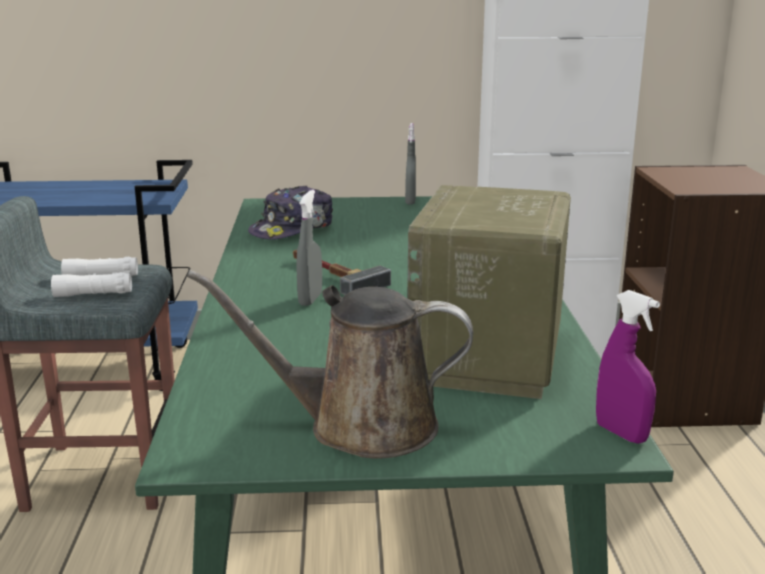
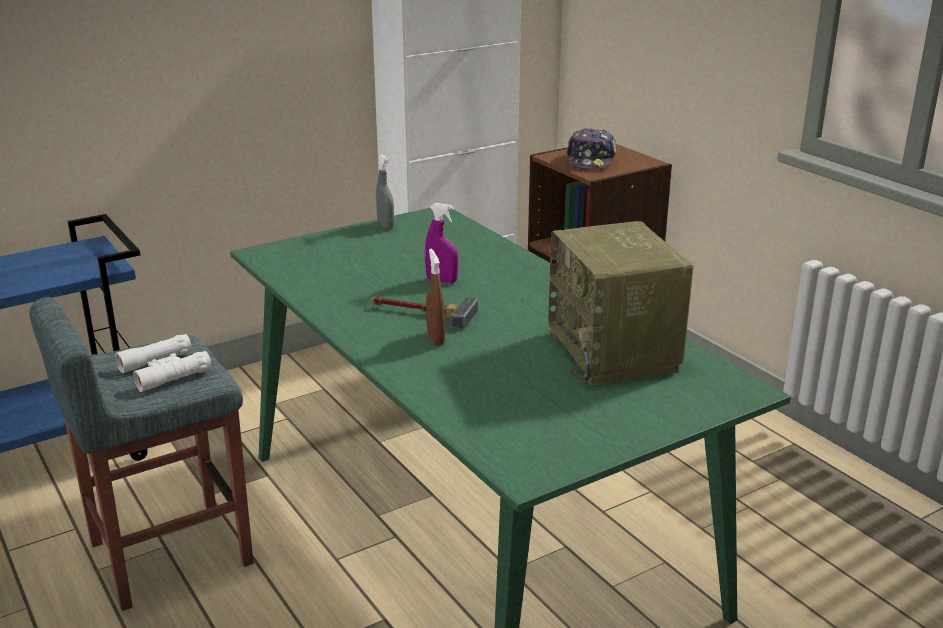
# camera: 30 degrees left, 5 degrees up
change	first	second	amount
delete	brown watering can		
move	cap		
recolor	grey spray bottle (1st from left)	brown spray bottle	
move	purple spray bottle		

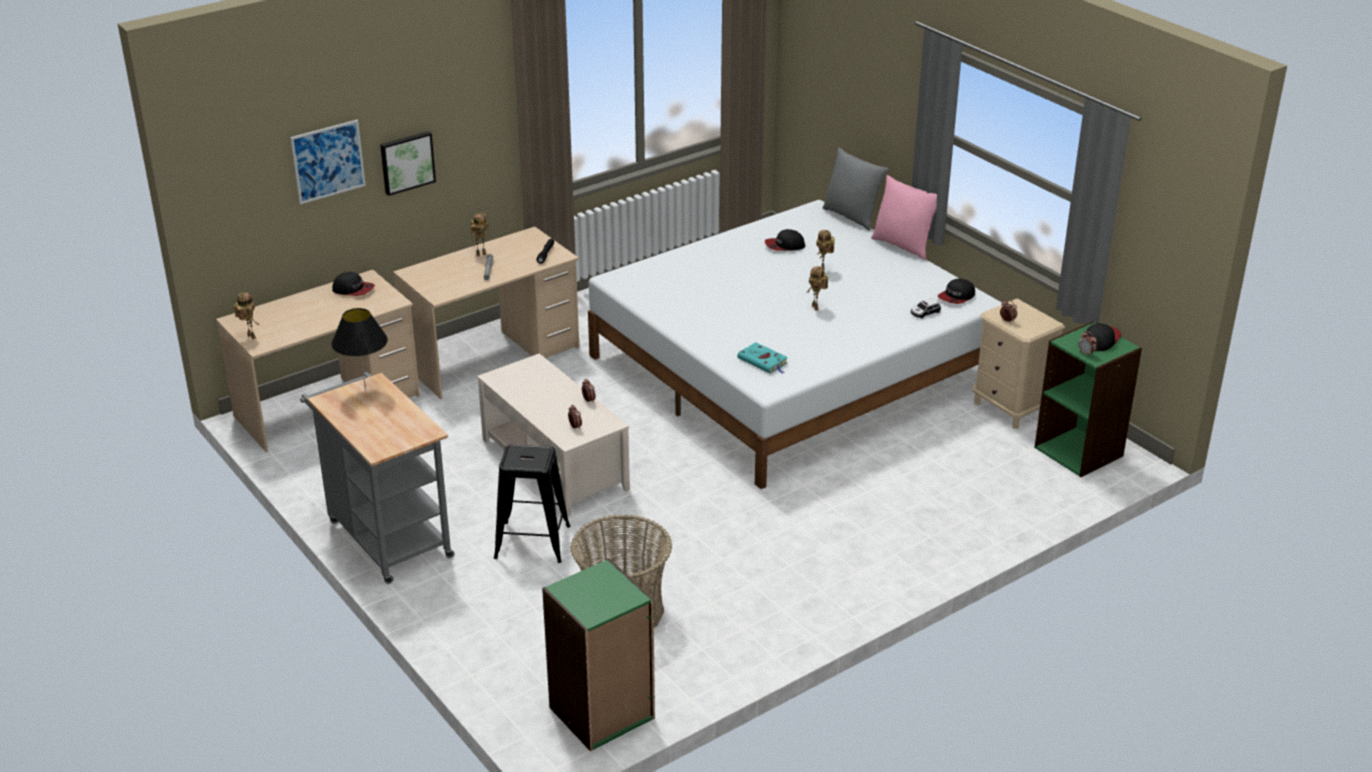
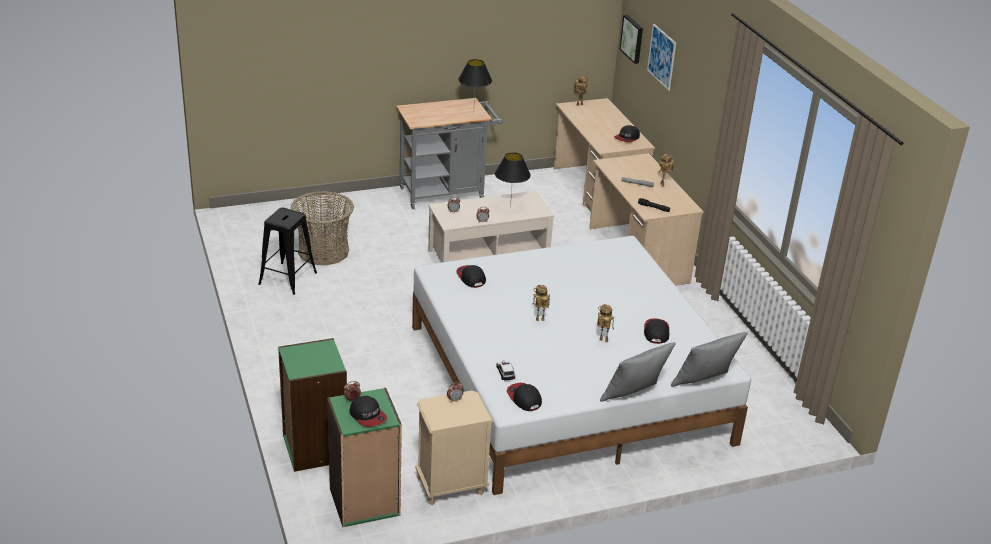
# camera: 105 degrees right, 0 degrees up
change	first	second	amount
move	picture (2nd from left in the first image)	picture (1st from left)	
move	black stool		
move	green bookcase (1st from left)		
replace	turquoise book	cap (2nd from left)	
recolor	pink pillow	grey pillow (1st from left)	
insert		black table lamp (2nd from left)	

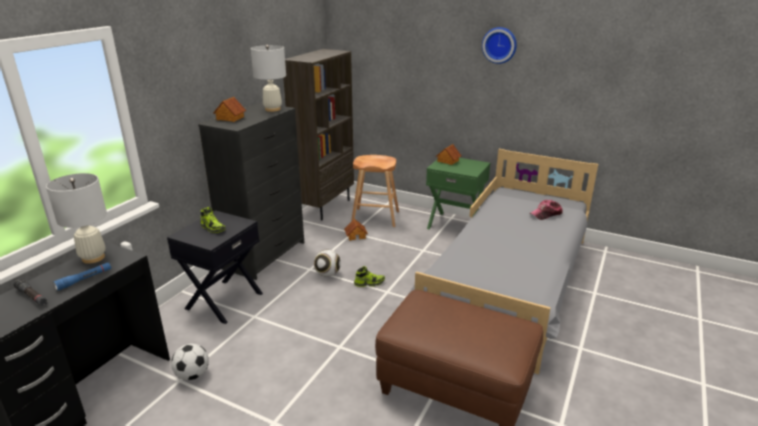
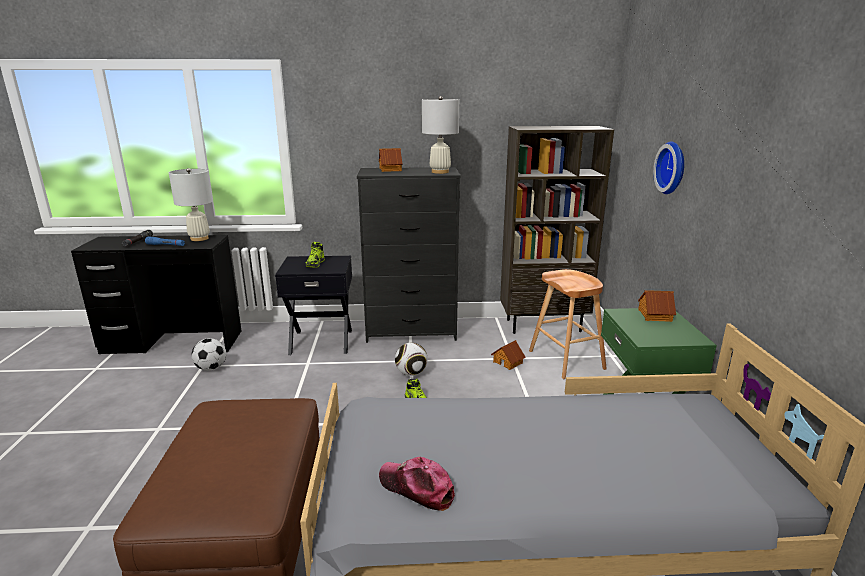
# camera: 60 degrees right, 5 degrees down
change	first	second	amount
move	wall clock		
move	cap		

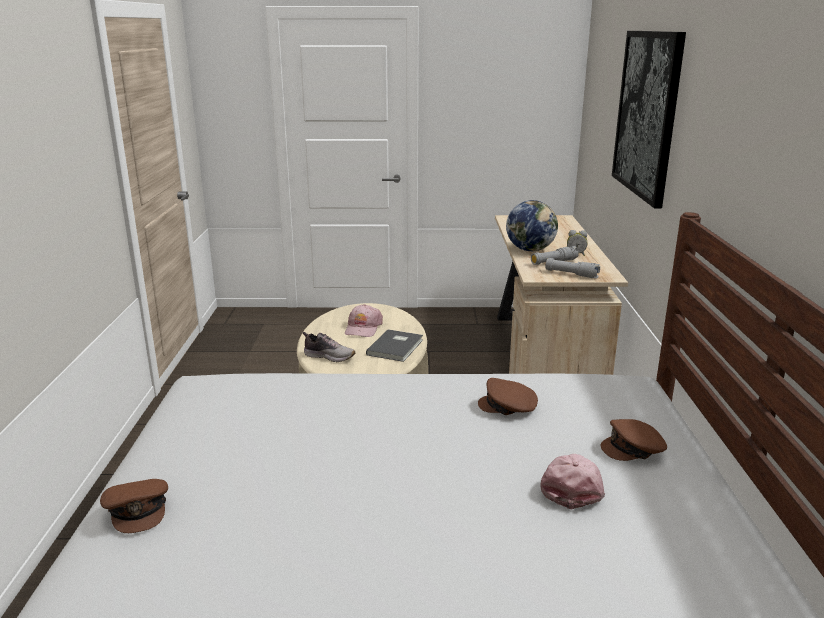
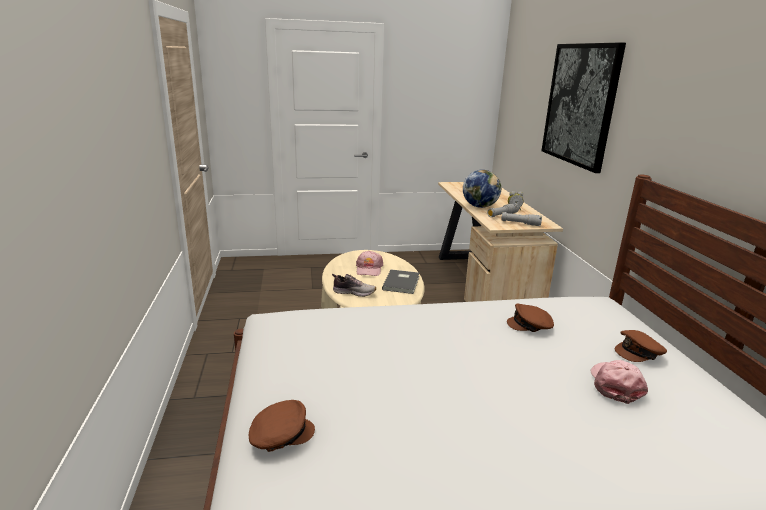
# camera: 10 degrees left, 0 degrees up
change	first	second	amount
rotate	brown cap (1st from left)		75 degrees counterclockwise

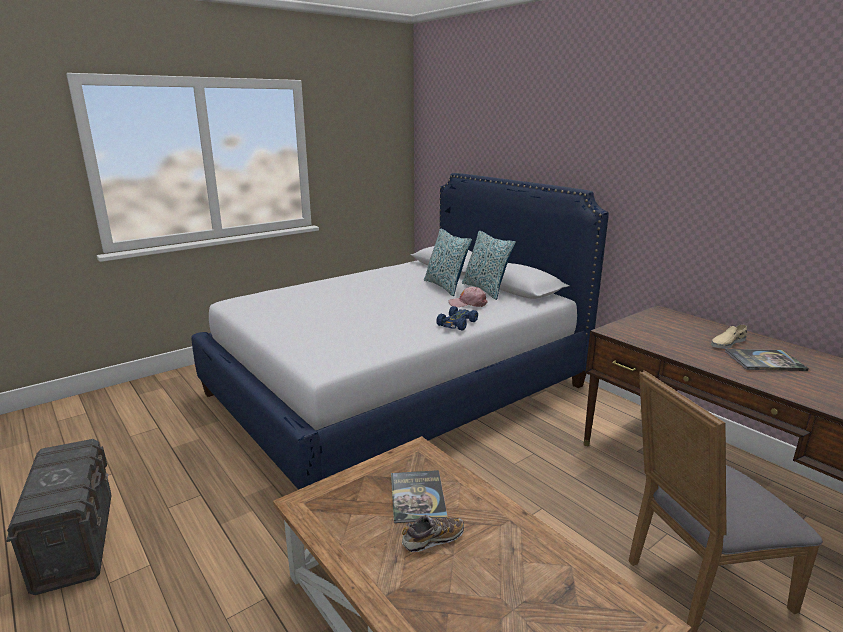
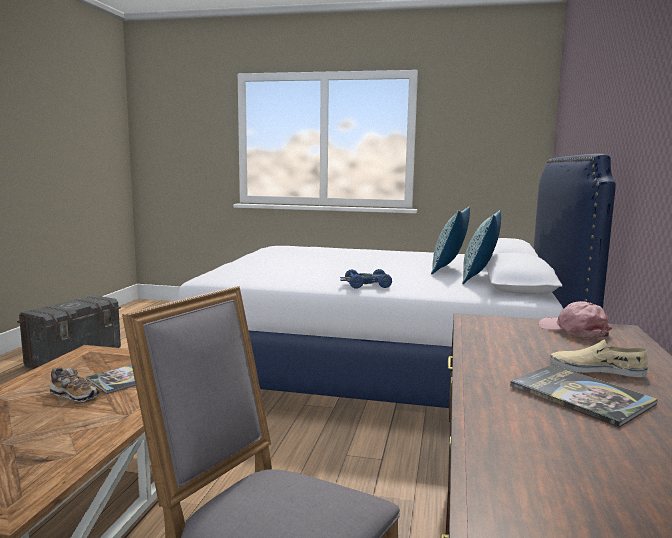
# camera: 50 degrees right, 10 degrees down
change	first	second	amount
move	pink cap		

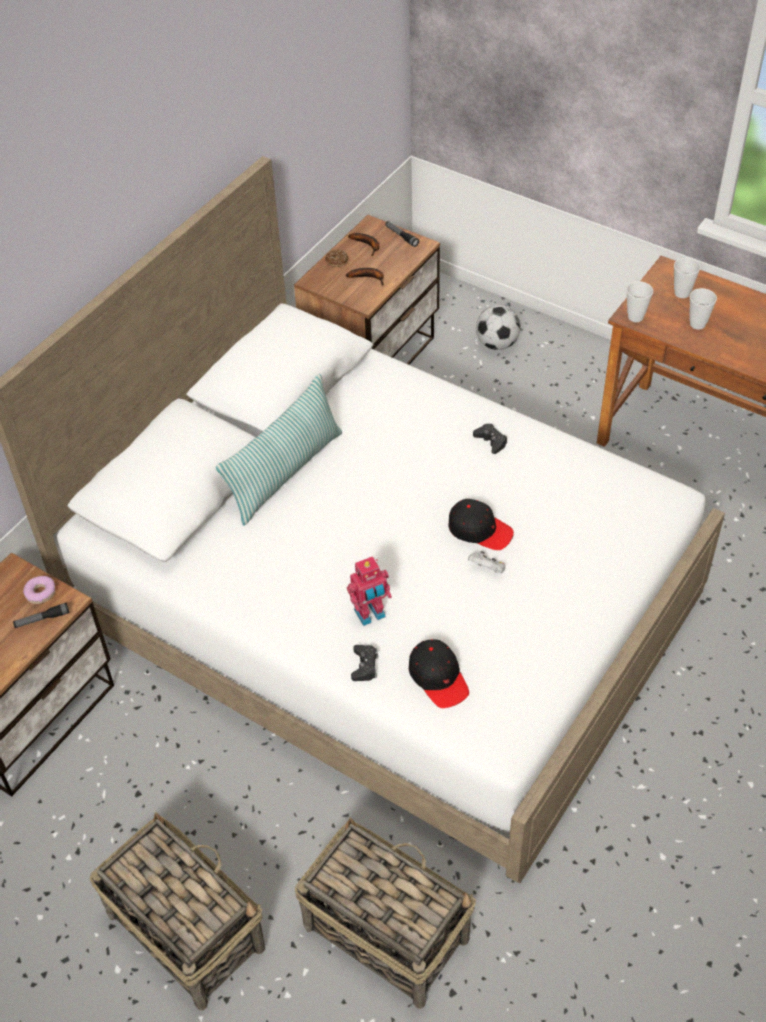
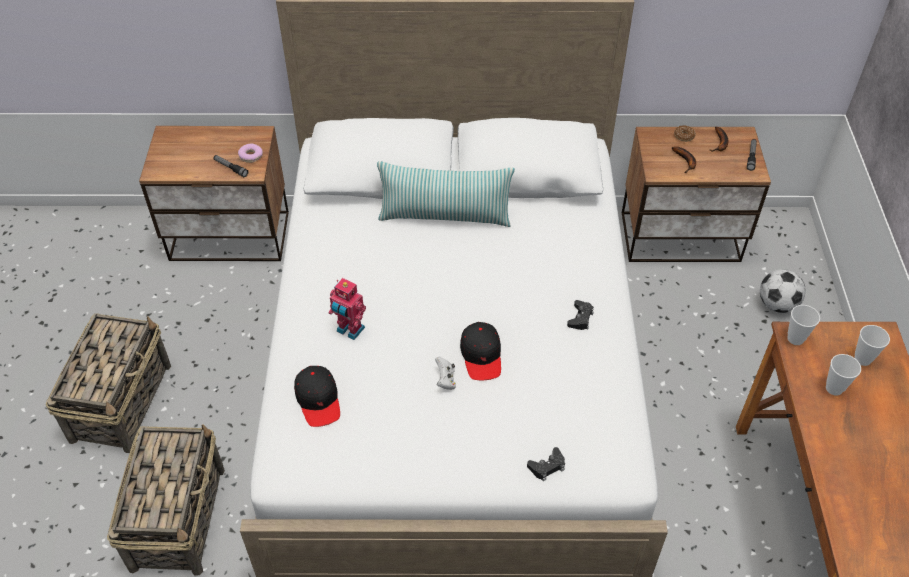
# camera: 55 degrees right, 0 degrees up
change	first	second	amount
move	black game controller (1st from left)		
rotate	black cap (1st from left)		45 degrees counterclockwise

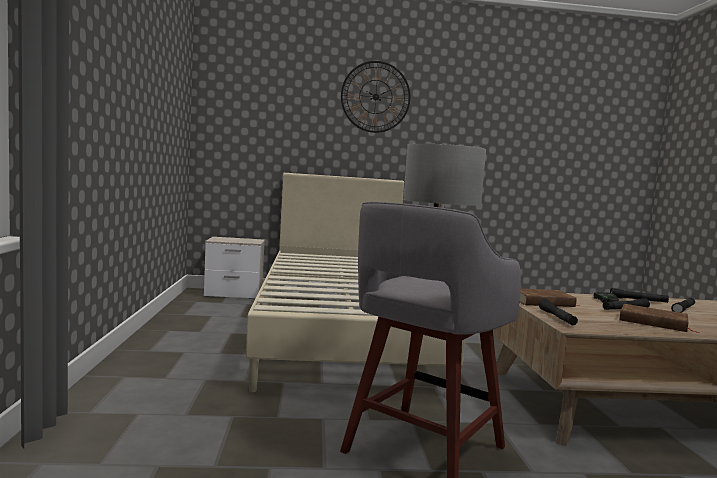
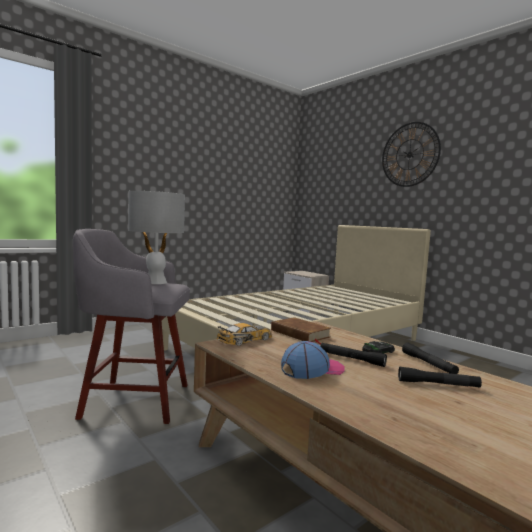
# camera: 55 degrees right, 0 degrees up
change	first	second	amount
replace	black flashlight (1st from left)	toy car (1st from left)	
replace	brown book (2nd from left)	cap	

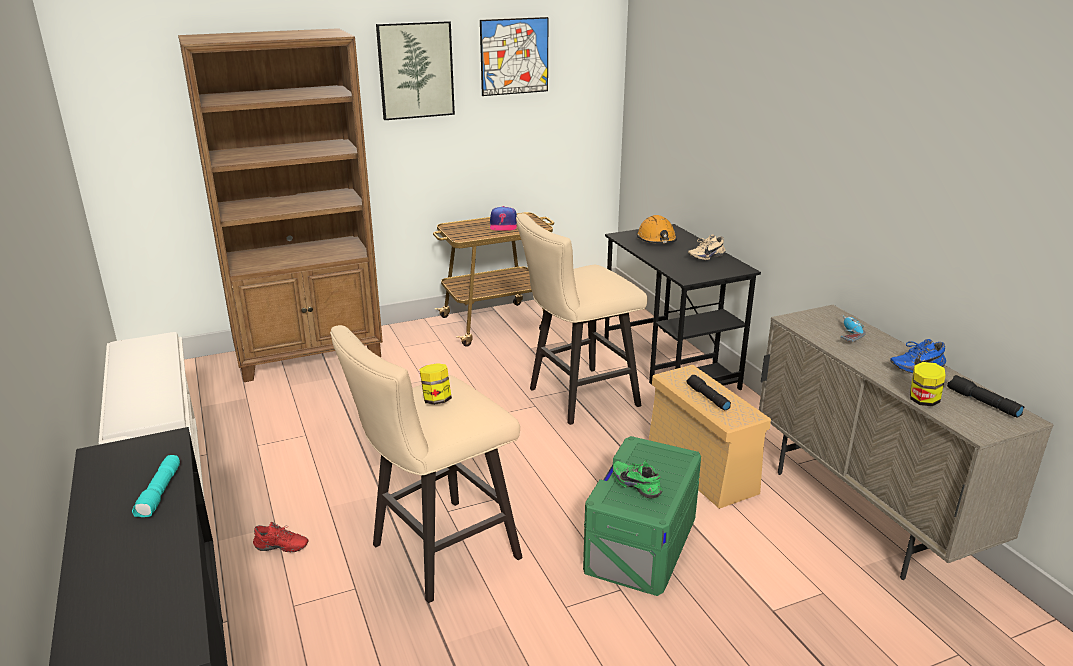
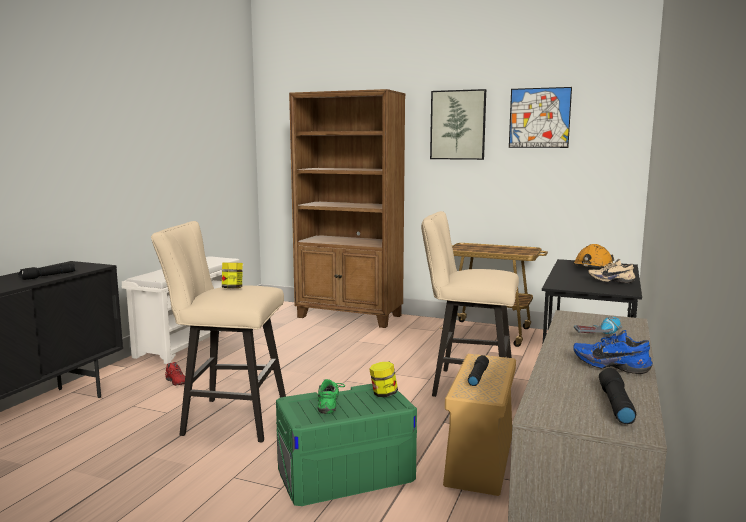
# camera: 45 degrees right, 15 degrees down
change	first	second	amount
recolor	turquoise flashlight	black flashlight (1st from left)	
delete	cap		
move	jar (2nd from left)		

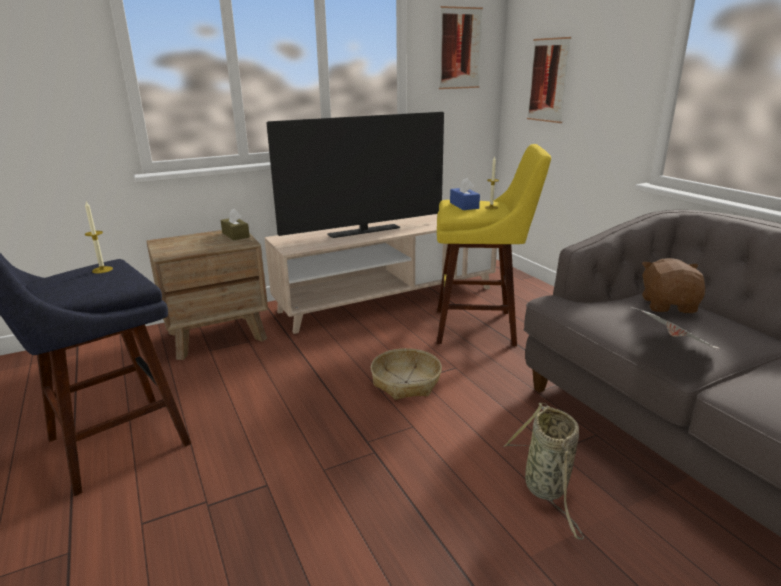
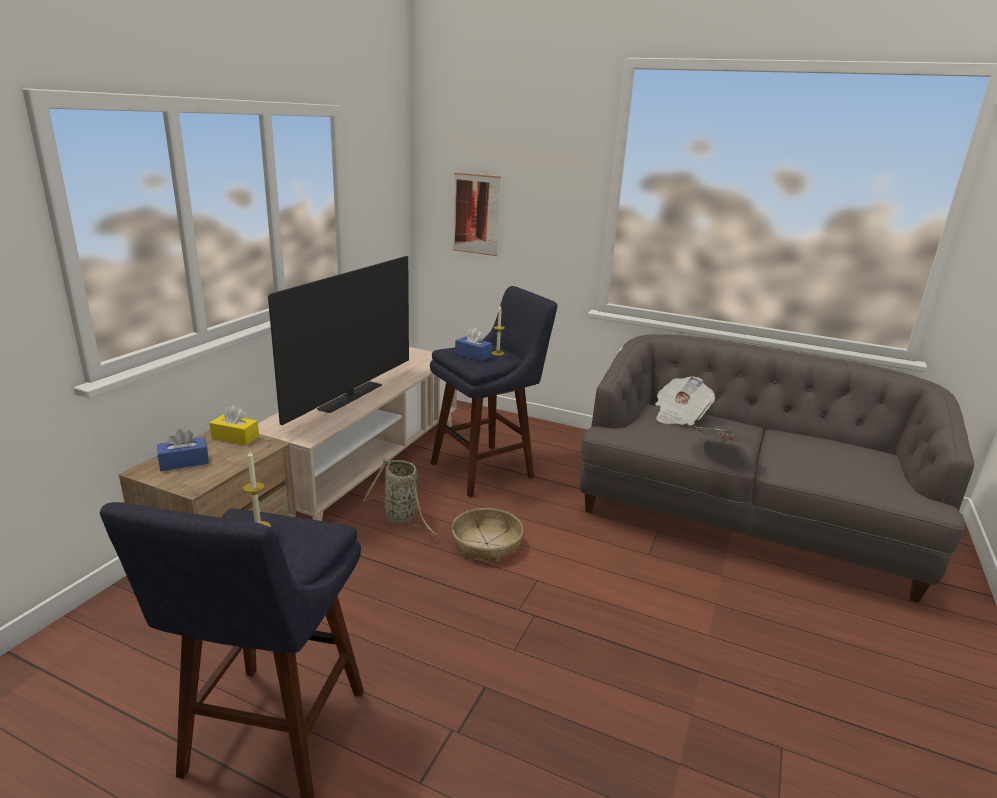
# camera: 40 degrees left, 0 degrees up
change	first	second	amount
recolor	brown tissue box	yellow tissue box	
recolor	yellow stool	blue stool (2nd from left)	
delete	picture (1st from left)		
move	basket (2nd from left in the first image)	basket (1st from left)	
replace	brown plush toy	newspaper (1st from left)	
insert		blue tissue box (1st from left)	

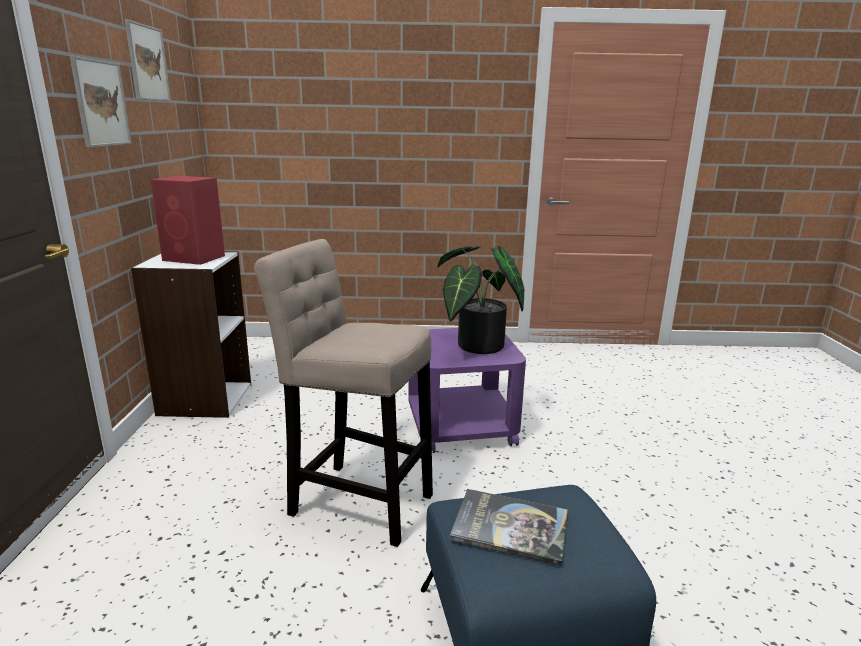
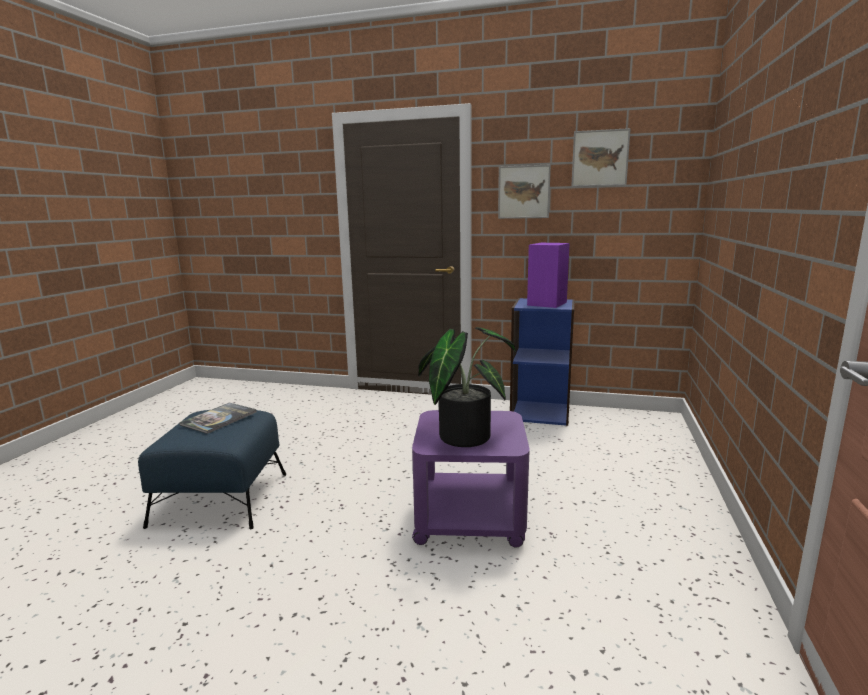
# camera: 105 degrees right, 5 degrees down
change	first	second	amount
recolor	white bookcase	blue bookcase	
recolor	red speaker	purple speaker	
delete	beige stool		

